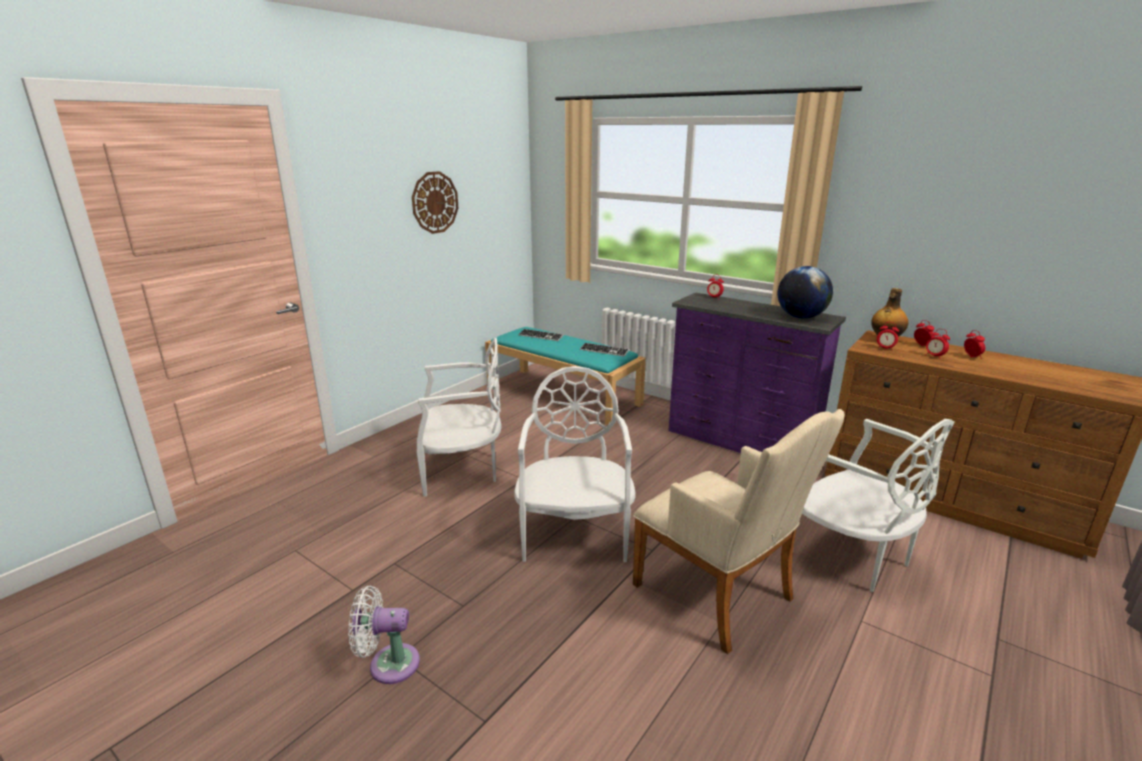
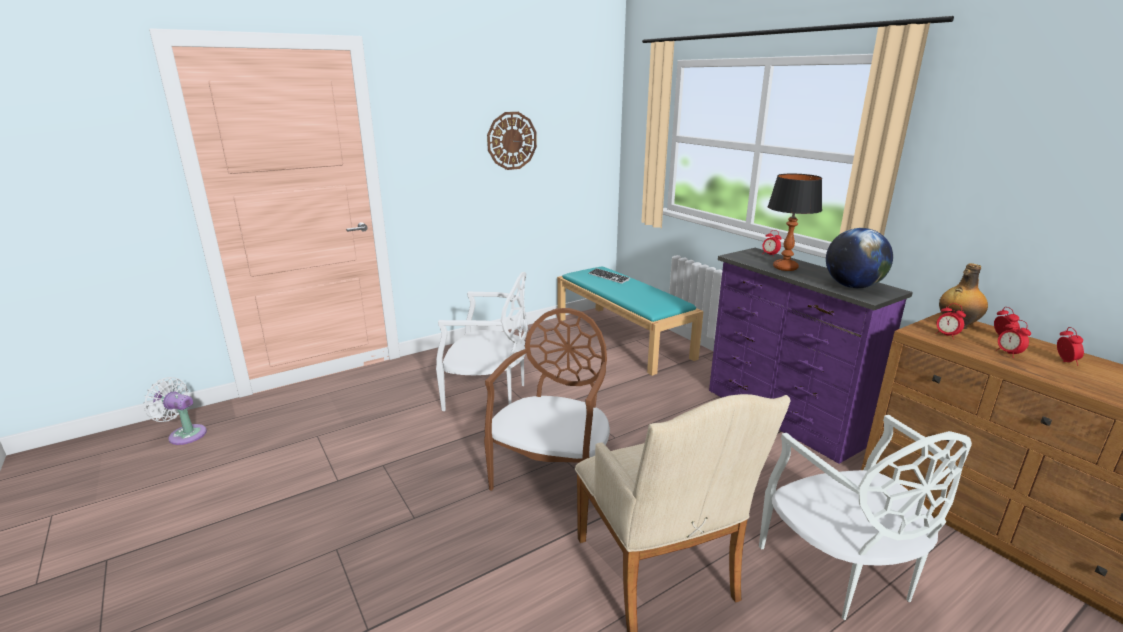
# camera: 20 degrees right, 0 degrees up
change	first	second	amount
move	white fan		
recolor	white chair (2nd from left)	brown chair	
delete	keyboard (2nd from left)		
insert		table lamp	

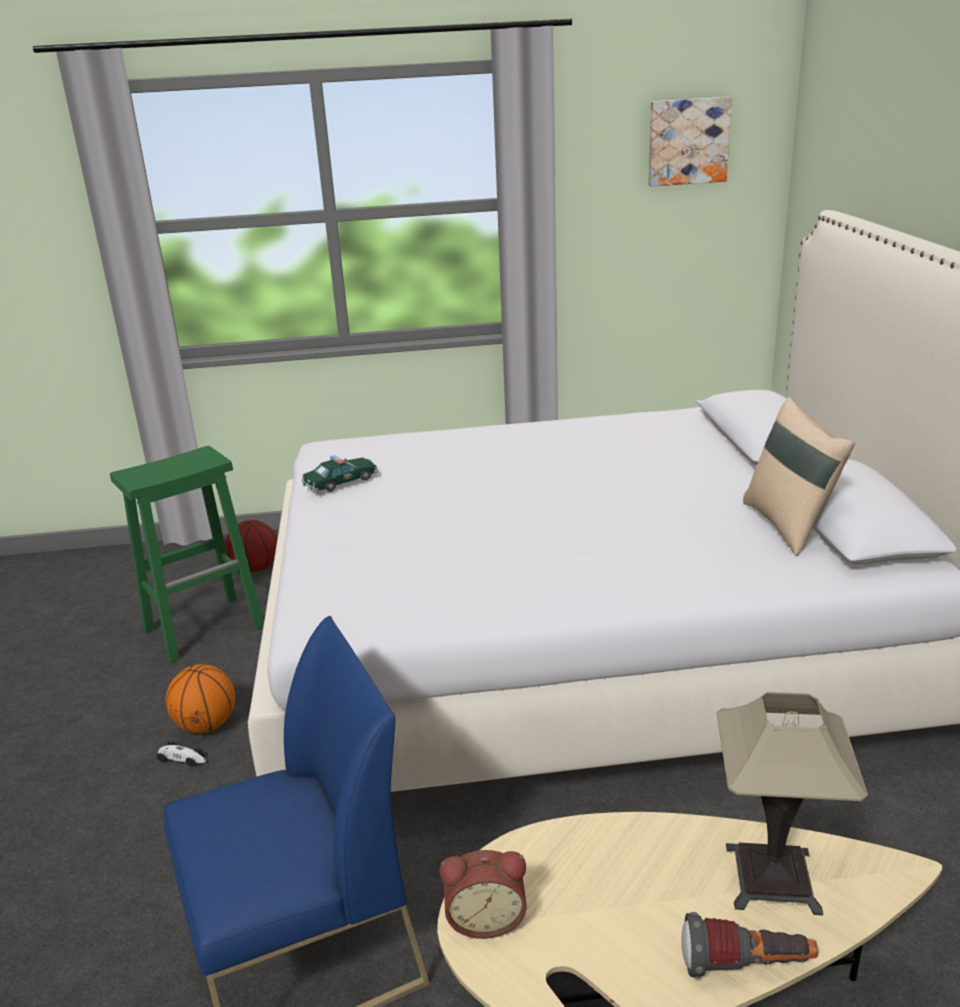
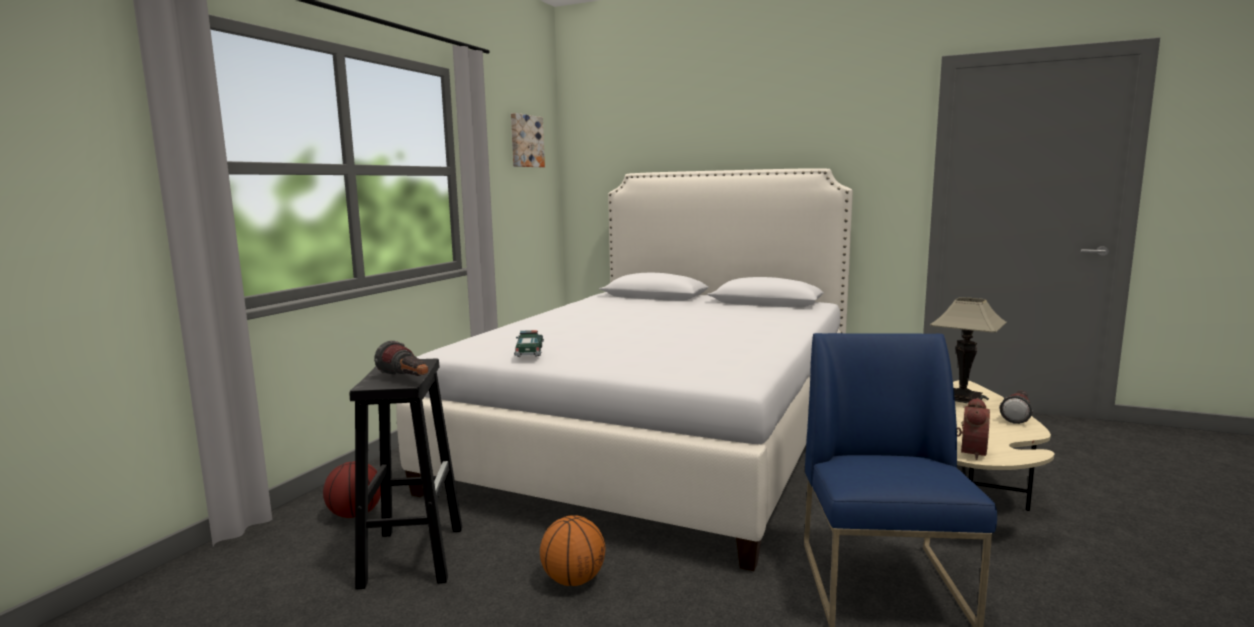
# camera: 60 degrees left, 15 degrees down
change	first	second	amount
recolor	green stool	black stool	
delete	toy car (1st from left)		
delete	beige pillow		
insert		flashlight (1st from left)	

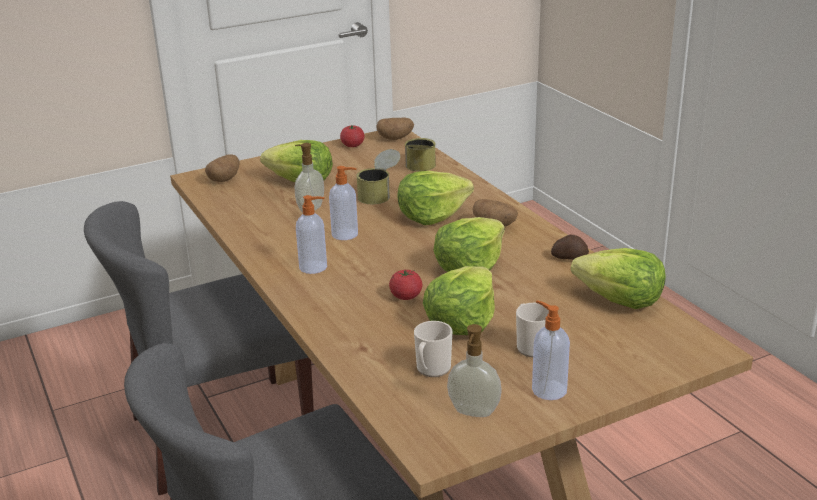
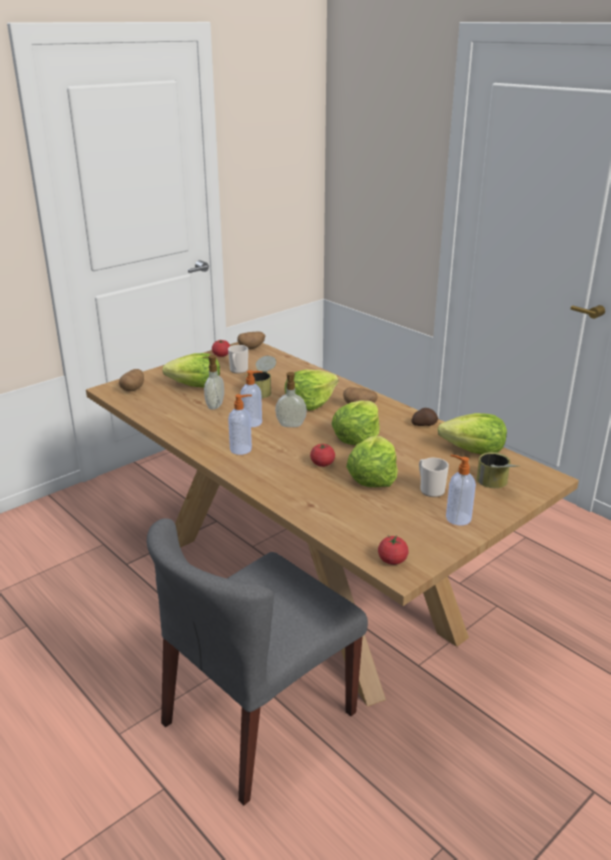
# camera: 15 degrees left, 0 degrees up
change	first	second	amount
delete	grey chair (1st from left)		
move	can (2nd from left)		
move	mug (1st from left)		
move	soap dispenser (4th from left)		
insert		tomato (3rd from left)	

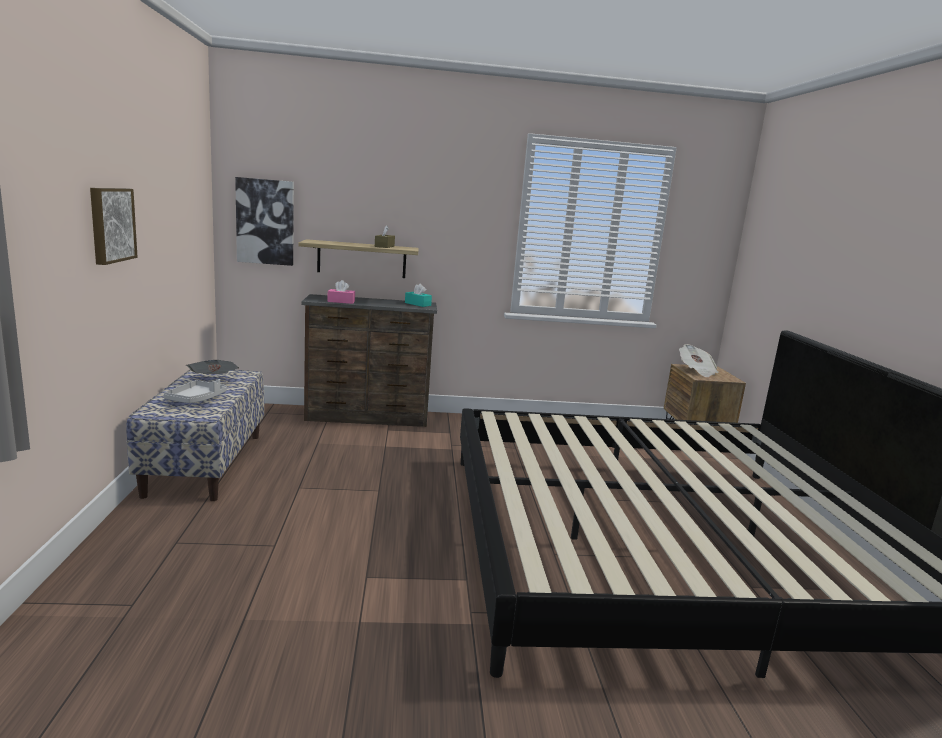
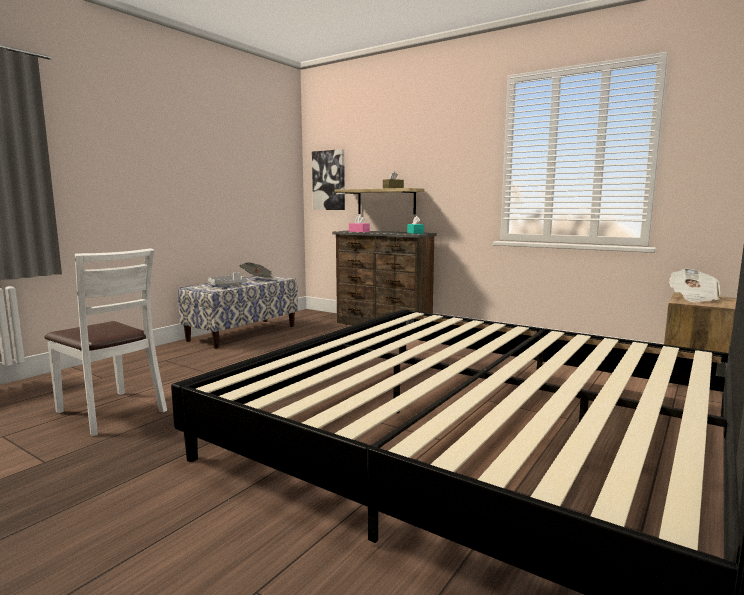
# camera: 40 degrees right, 5 degrees down
change	first	second	amount
delete	picture (1st from left)		
insert		white chair	

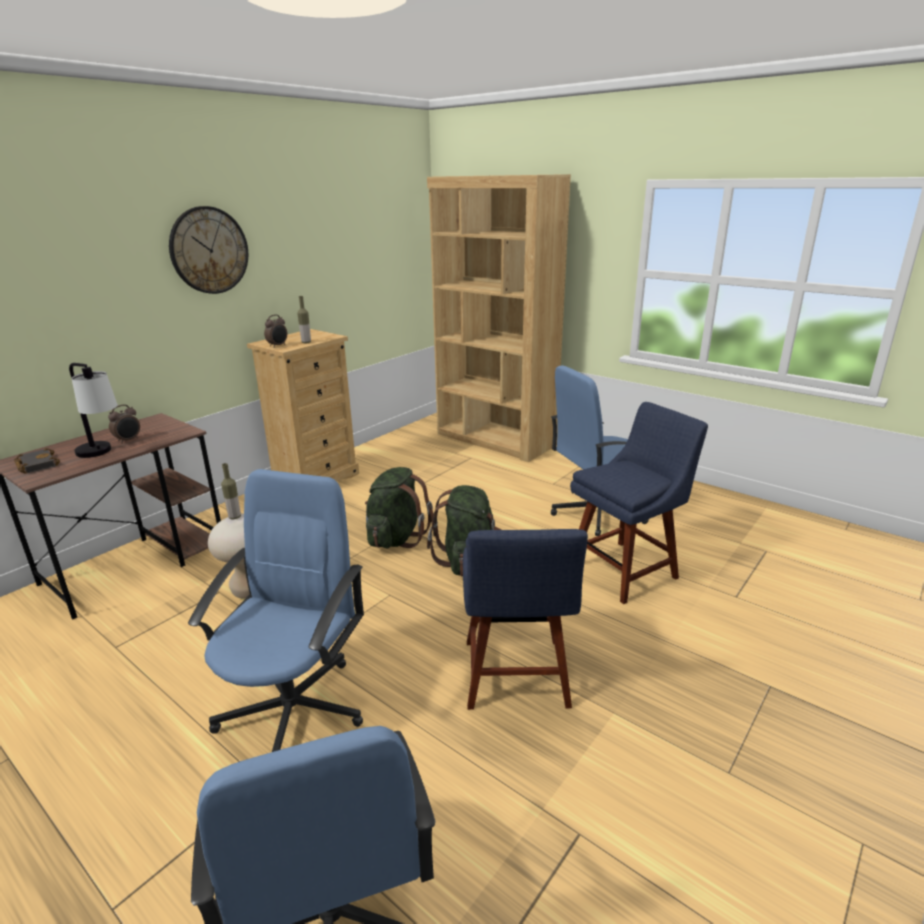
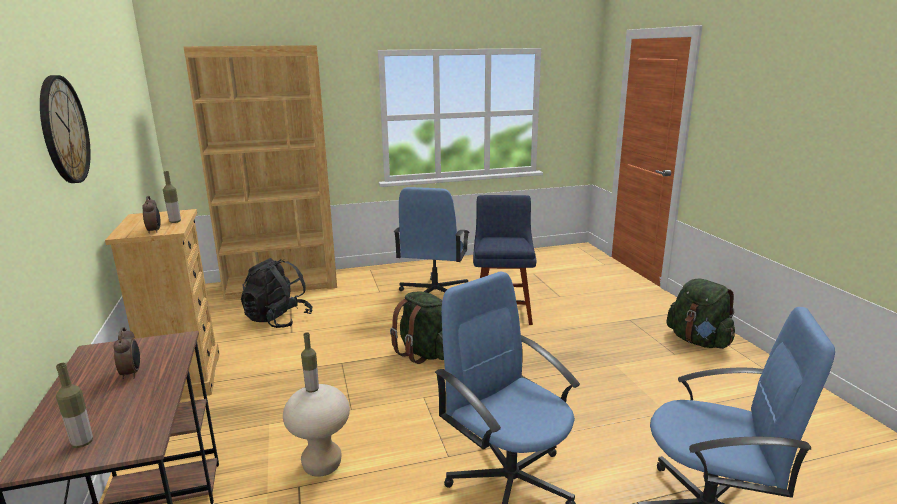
# camera: 55 degrees left, 5 degrees down
change	first	second	amount
replace	black book	bottle (1st from left)	
delete	table lamp		
move	green backpack (1st from left in the first image)	green backpack (2nd from left)	
delete	blue chair (1st from left)		
insert		black backpack	

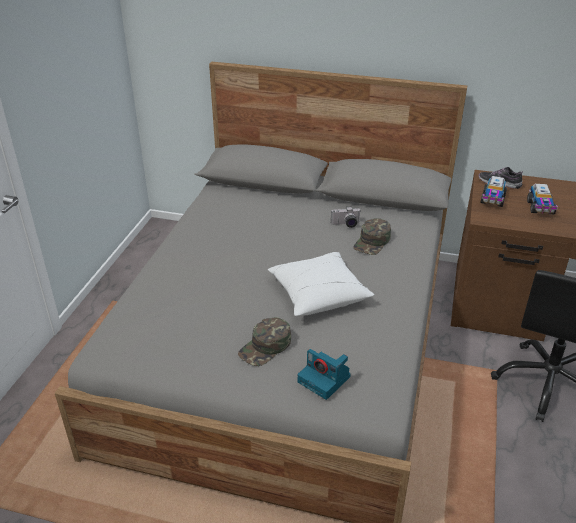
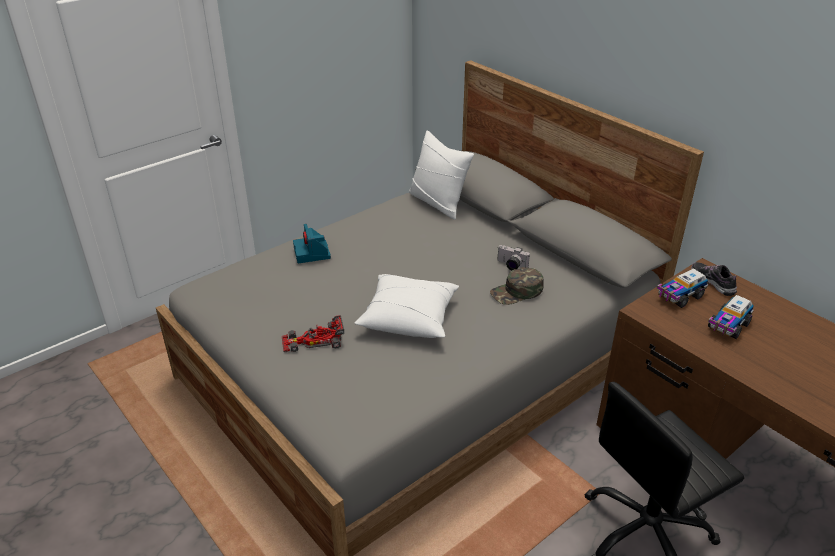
# camera: 35 degrees right, 0 degrees up
change	first	second	amount
replace	green cap (1st from left)	toy car	
move	photo camera (1st from left)		
insert		white pillow (2nd from left)	

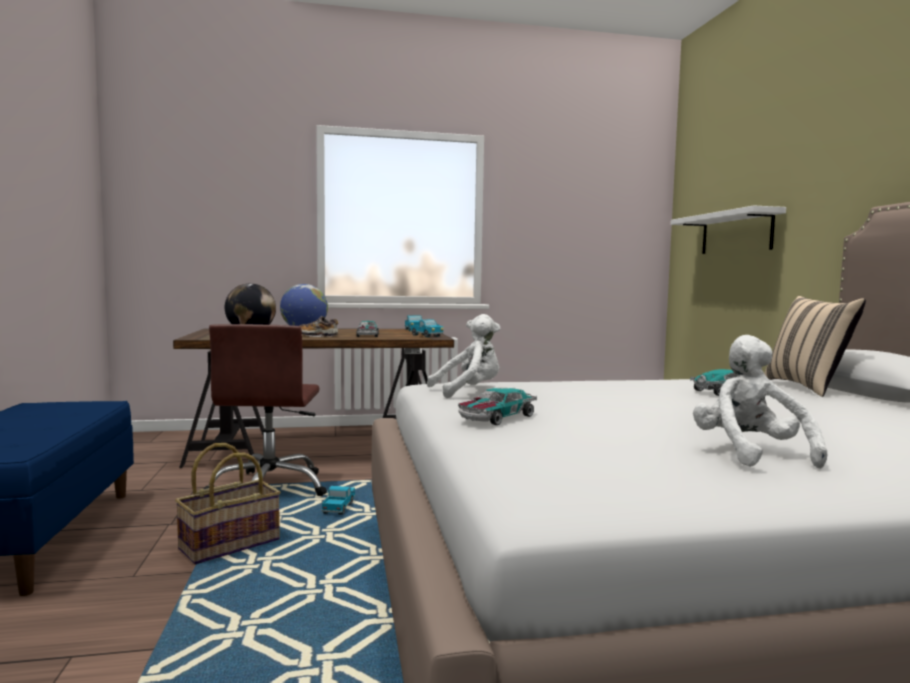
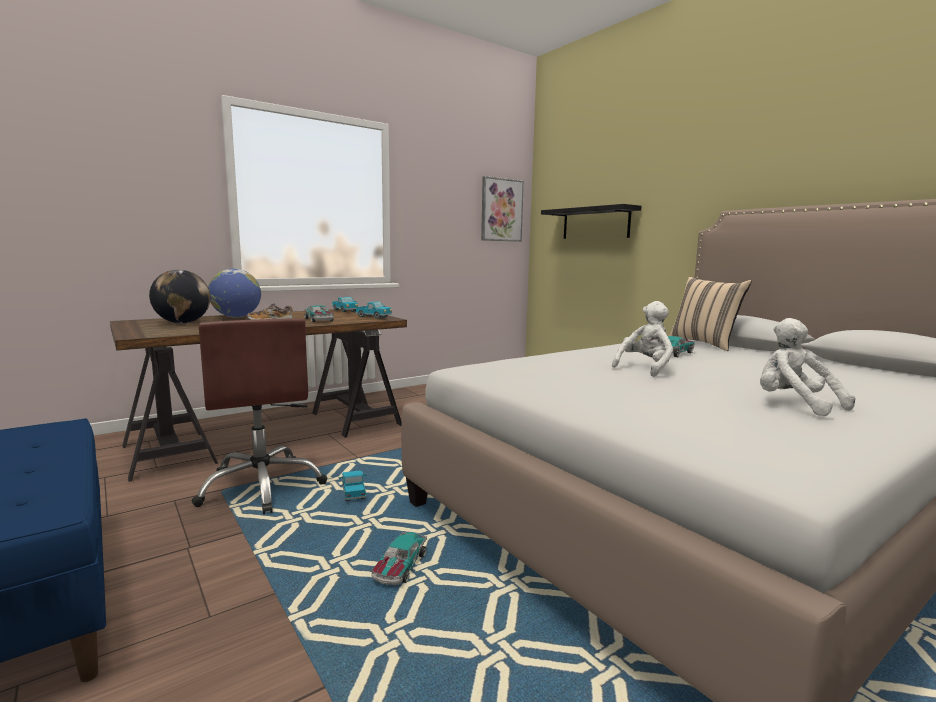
# camera: 25 degrees left, 5 degrees up
change	first	second	amount
delete	basket		
move	white plush toy (1st from left)		
move	toy car (2nd from left)		
recolor	white shelf	black shelf	
insert		picture	

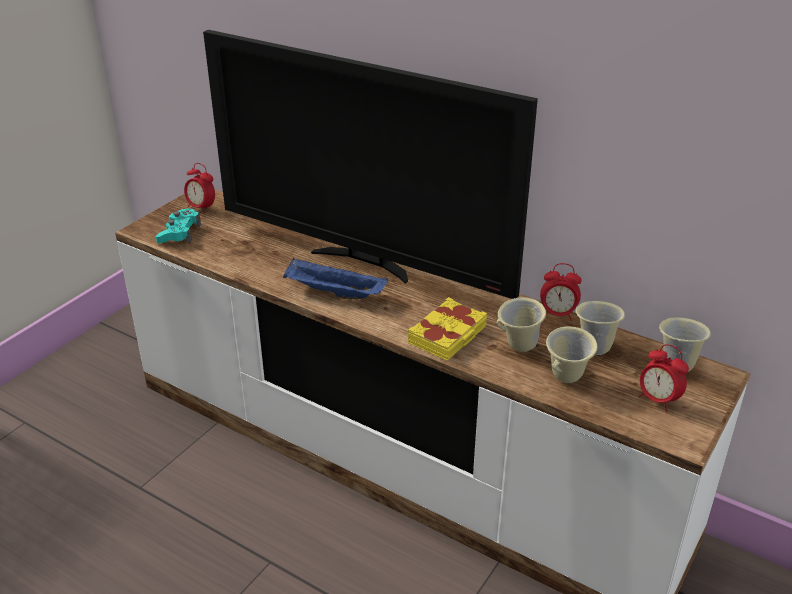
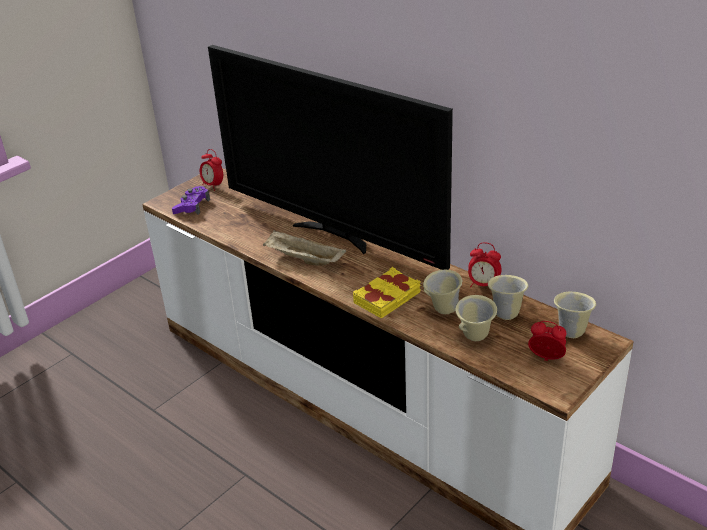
# camera: 10 degrees right, 0 degrees up
change	first	second	amount
recolor	turquoise game controller	purple game controller	
recolor	blue tray	beige tray	
rotate	alarm clock (3rd from left)		150 degrees clockwise

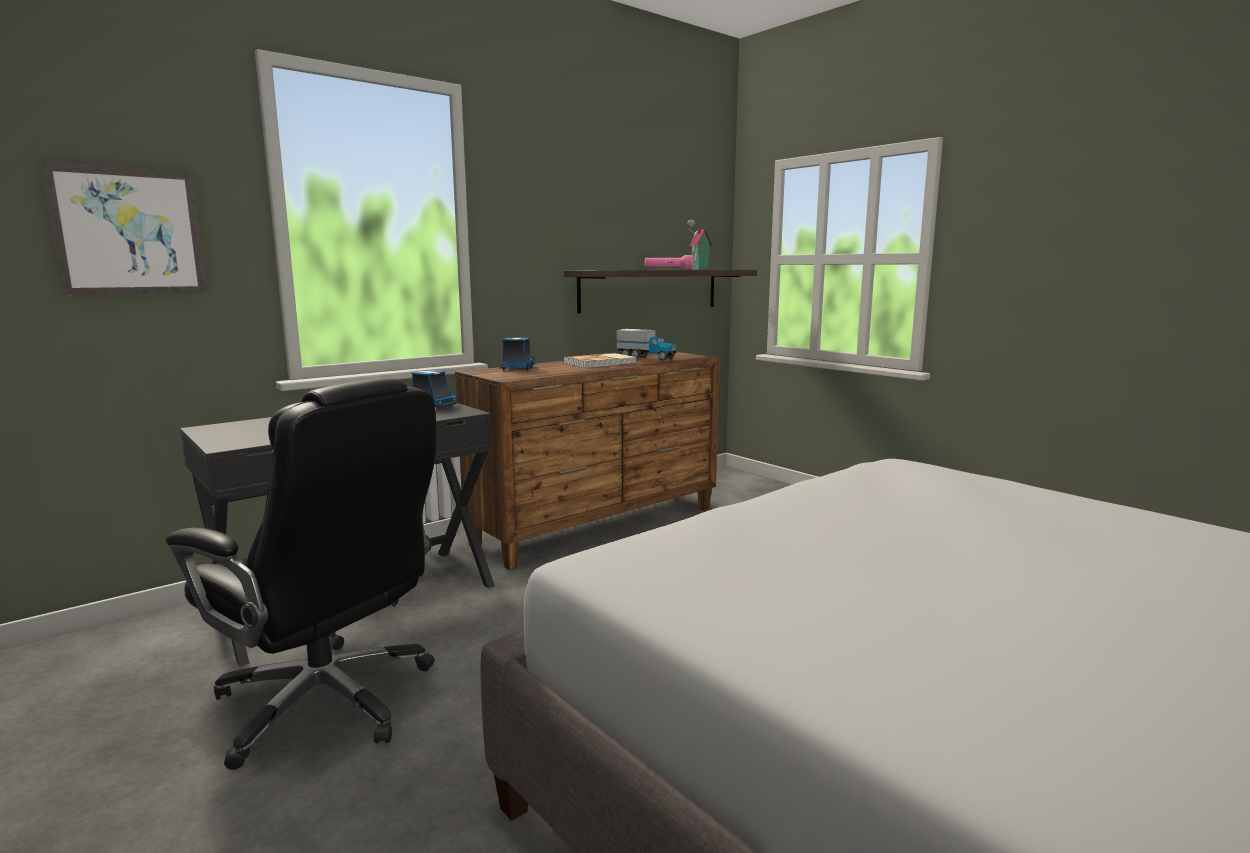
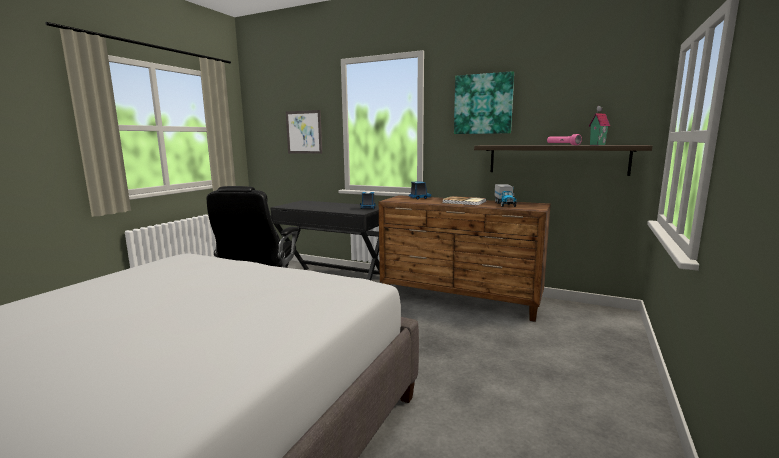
# camera: 65 degrees right, 0 degrees up
change	first	second	amount
insert		picture (2nd from left)	

